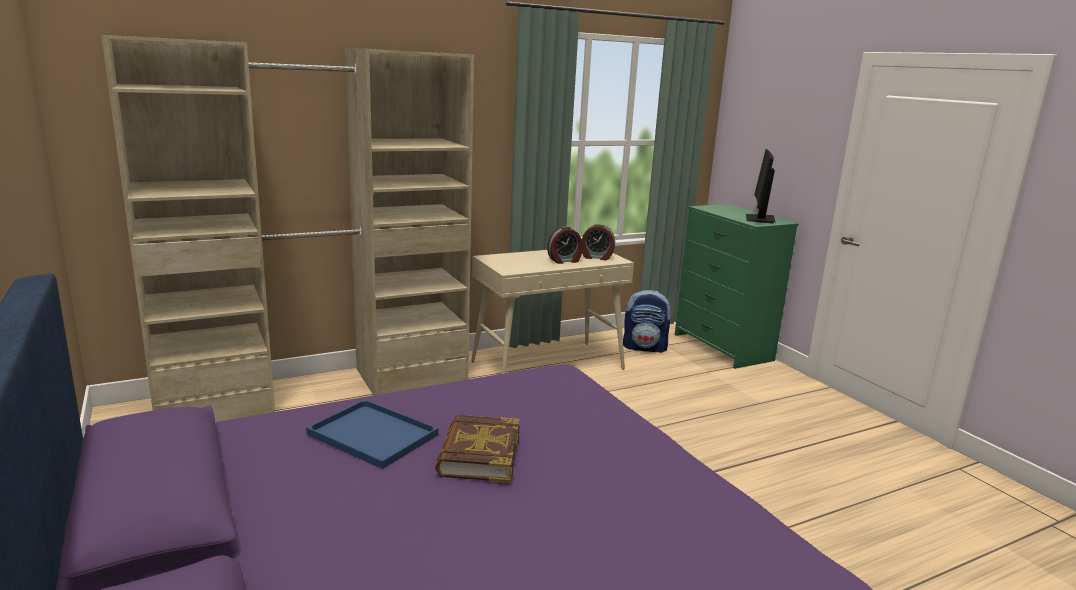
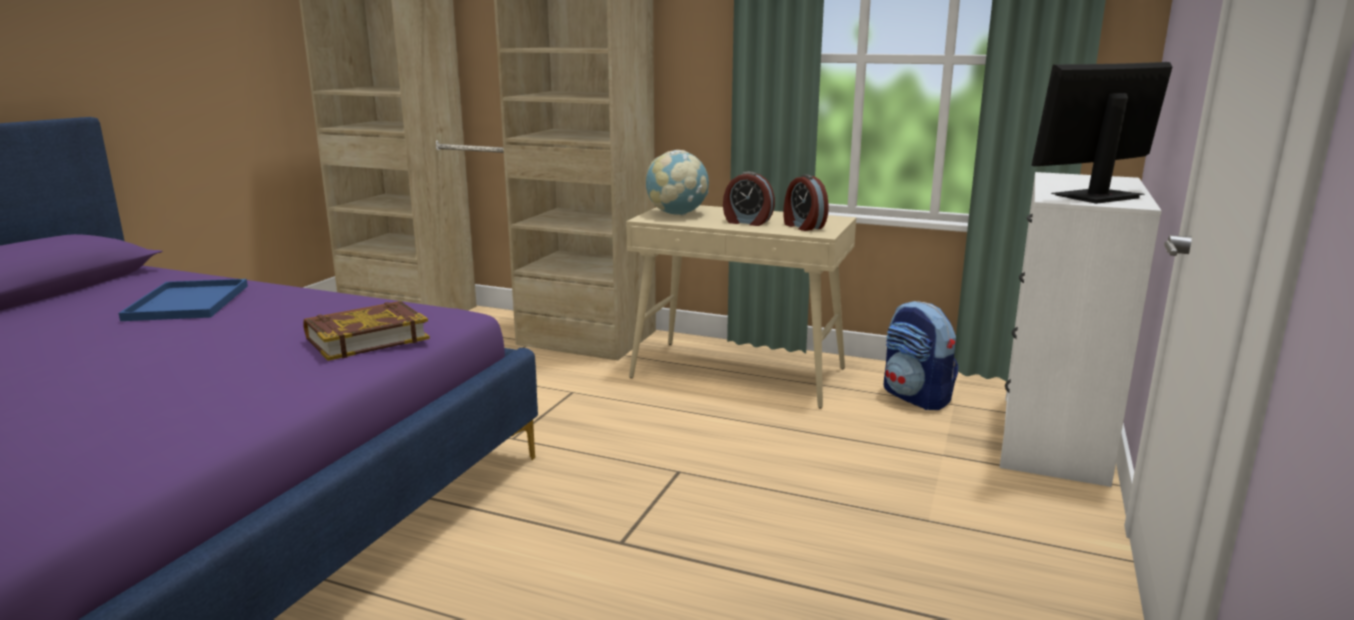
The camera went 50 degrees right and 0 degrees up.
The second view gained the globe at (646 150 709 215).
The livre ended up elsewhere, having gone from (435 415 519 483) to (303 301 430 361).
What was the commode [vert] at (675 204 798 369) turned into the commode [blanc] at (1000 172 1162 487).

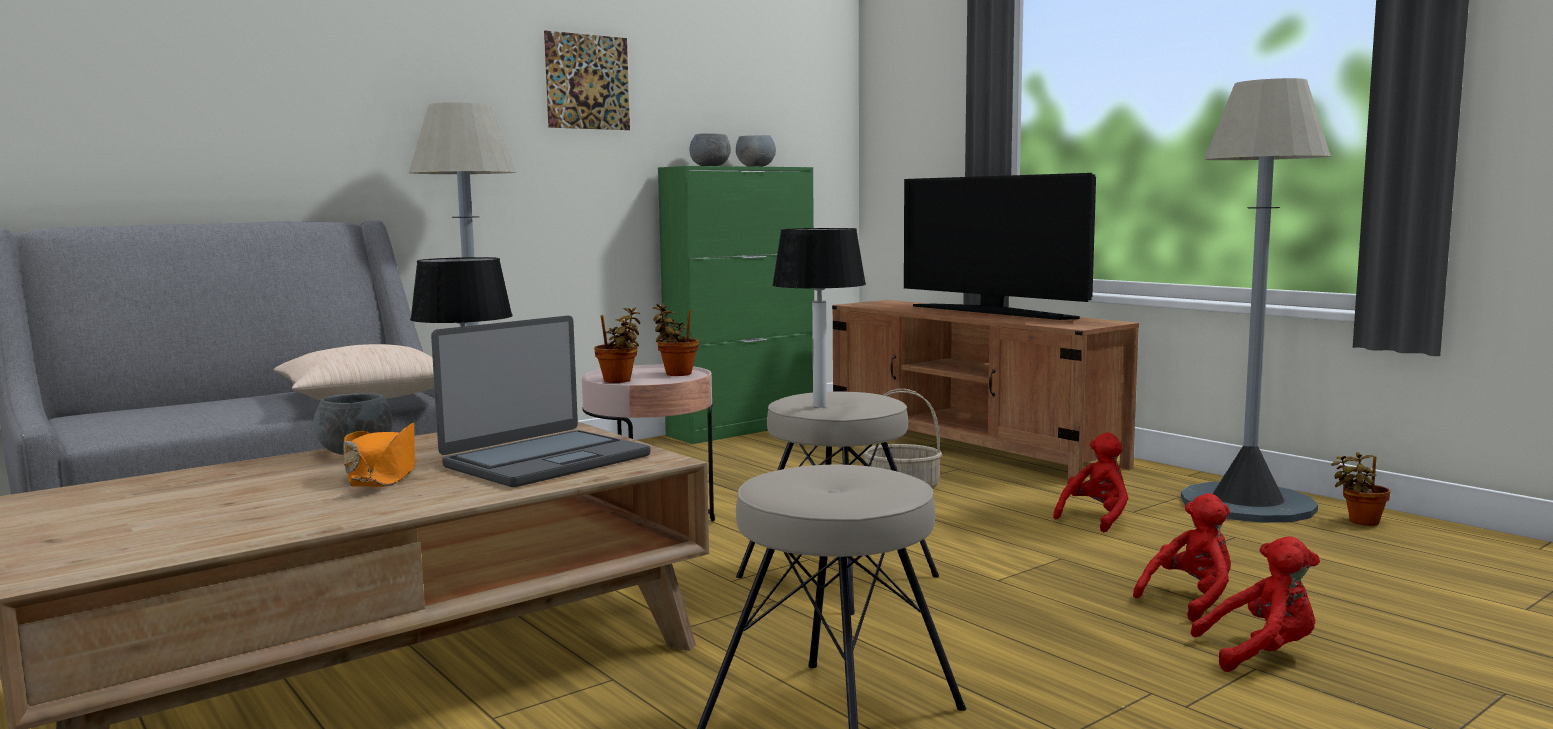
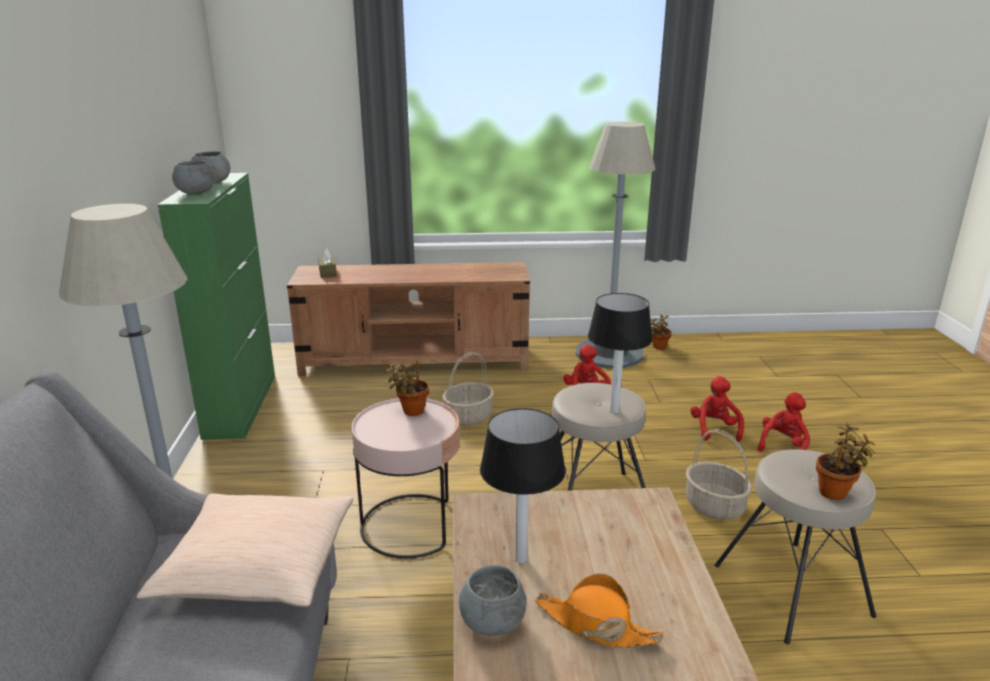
The camera went 55 degrees left and 15 degrees up.
The second view lost the ordinateur portable at (431 316 651 487).
The second view lost the tableau at (544 31 630 130).
The second view lost the téléviseur at (904 173 1096 320).
The second view gained the boîte à mouchoirs [marron] at (318 249 337 278).
The second view gained the panier at (686 429 752 520).
The plante en pot ended up elsewhere, having gone from (594 307 641 383) to (816 423 875 500).

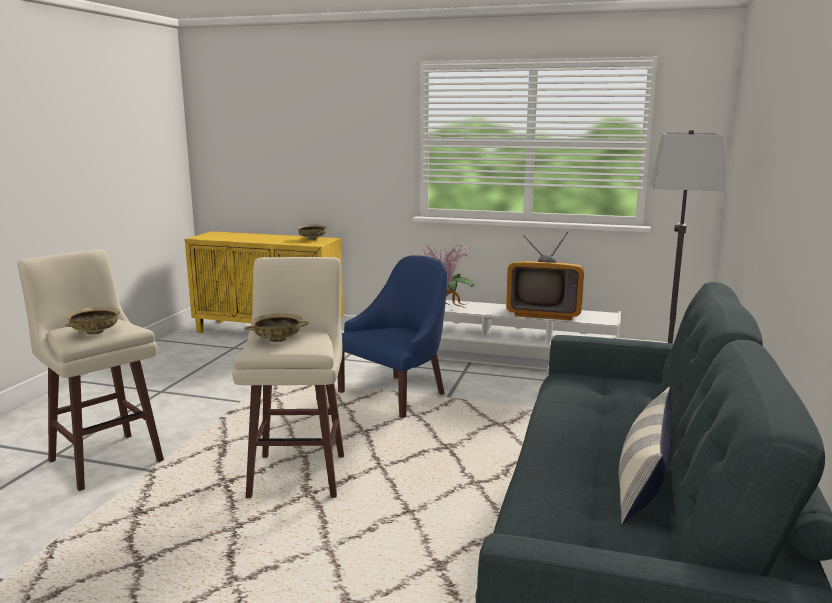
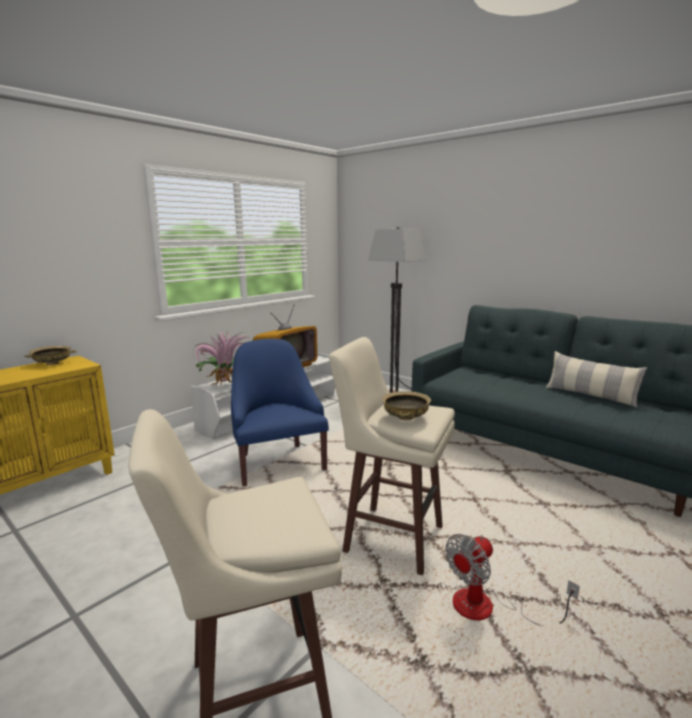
The camera went 65 degrees left and 0 degrees up.
The second view lost the bol [beige] at (66 307 120 335).
The second view gained the ventilateur at (445 534 580 626).

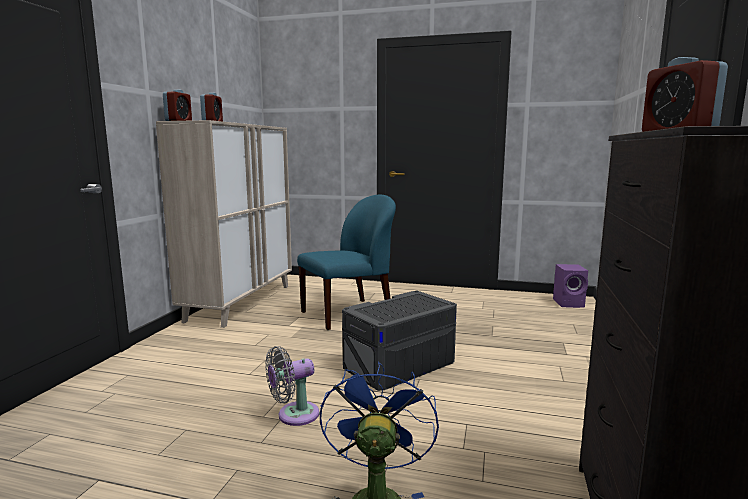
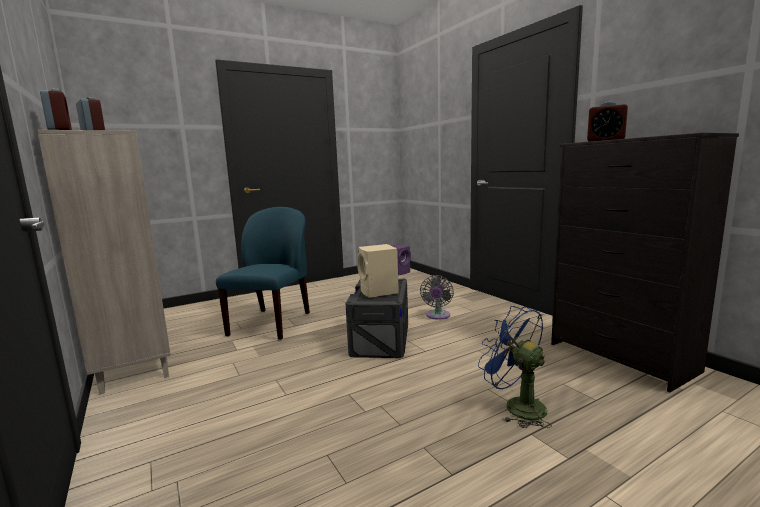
The camera went 45 degrees left and 0 degrees up.
The second view gained the enceinte [beige] at (357 244 399 298).
The ventilateur [gris] ended up elsewhere, having gone from (265 346 319 426) to (420 275 454 320).

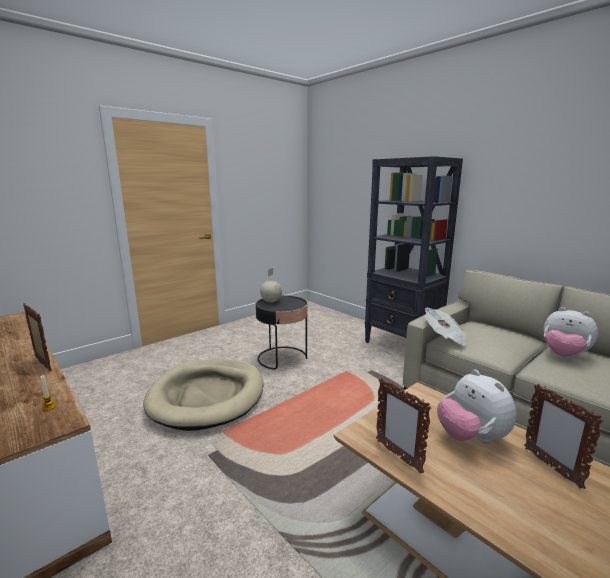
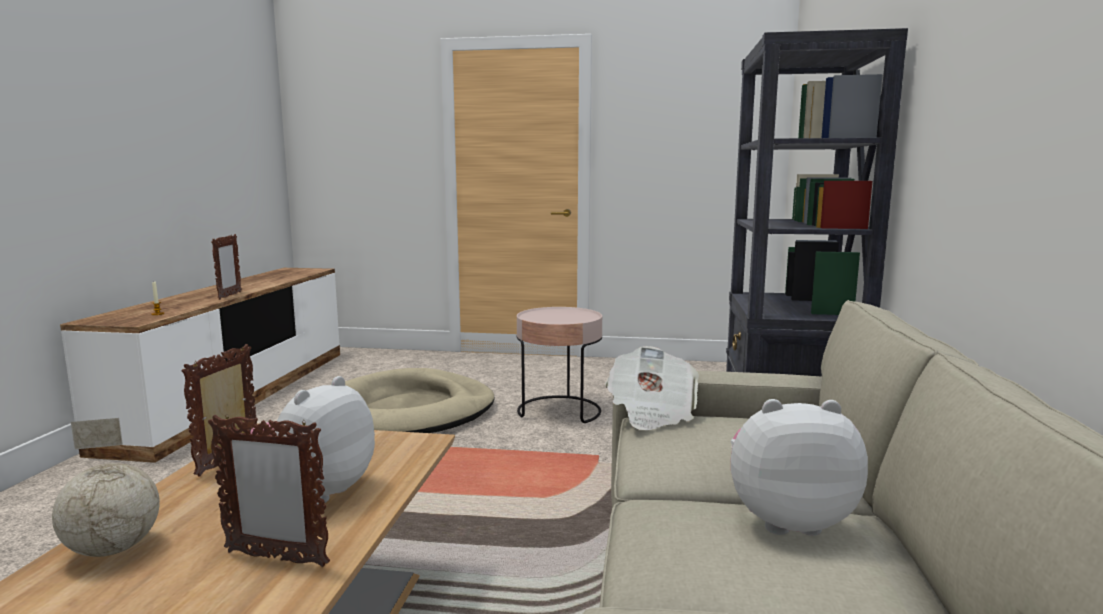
The camera went 50 degrees right and 5 degrees down.
The globe ended up elsewhere, having gone from (260 268 282 302) to (52 418 160 557).
What was the table d'appoint [noir] at (256 295 308 370) turned into the table d'appoint [rose] at (516 307 602 423).
The cadre photo at (524 384 604 489) ended up facing another way, 105 degrees counterclockwise from before.
The peluche at (543 307 598 357) ended up facing another way, 90 degrees clockwise from before.

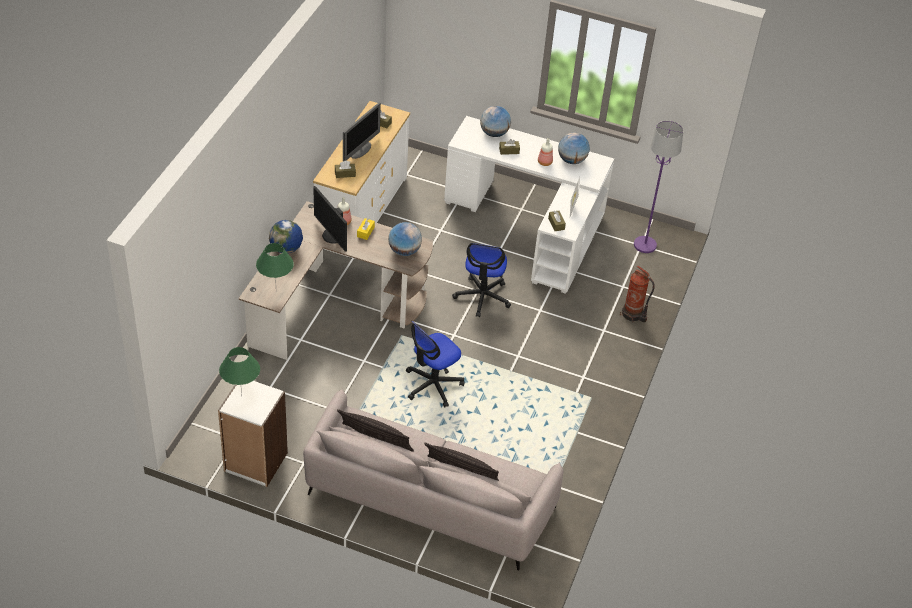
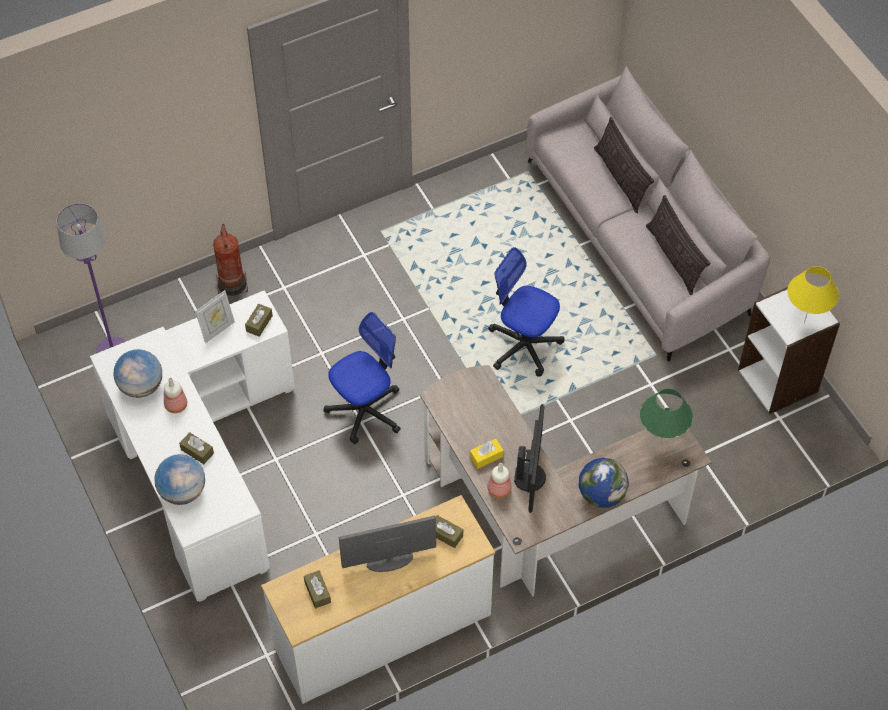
The camera went 135 degrees left and 10 degrees up.
The second view lost the globe at (388 222 422 256).
What was the lampe de table [vert] at (219 347 260 395) turned into the lampe de table [jaune] at (787 266 839 323).
The chaise de bureau at (406 321 465 407) ended up facing another way, 150 degrees counterclockwise from before.

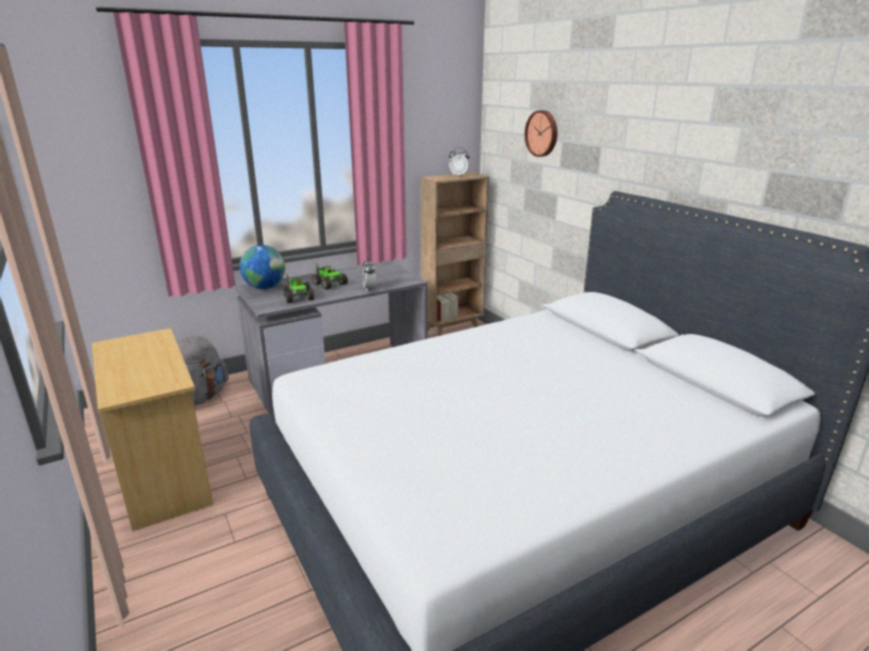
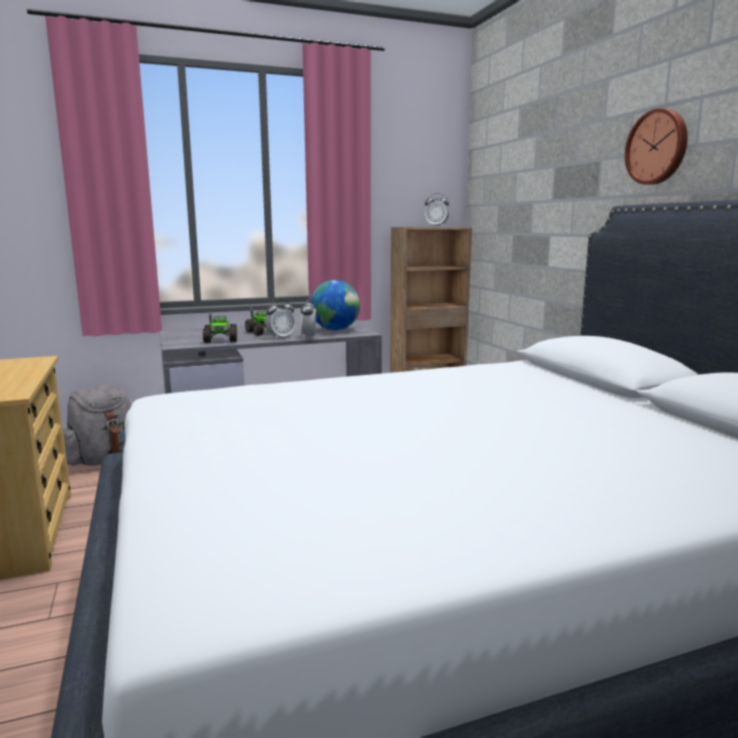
The camera went 10 degrees right and 10 degrees down.
The second view gained the réveil at (265 299 296 339).
The globe ended up elsewhere, having gone from (240 245 285 289) to (310 280 360 330).
The horloge murale ended up elsewhere, having gone from (525 110 557 157) to (625 108 688 185).

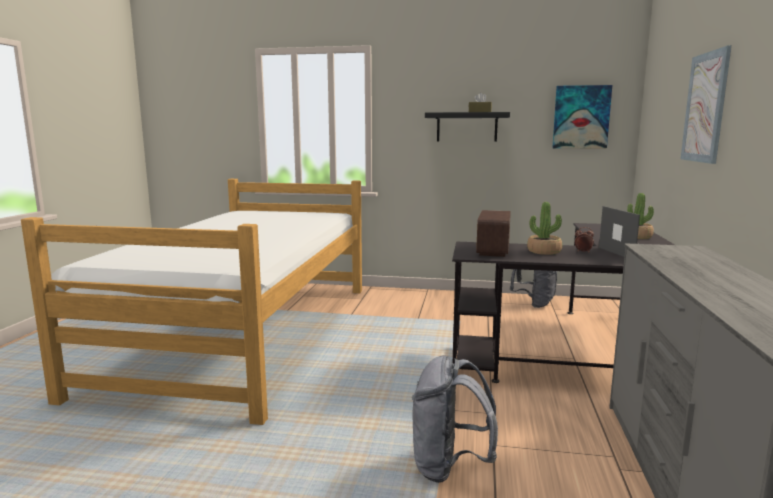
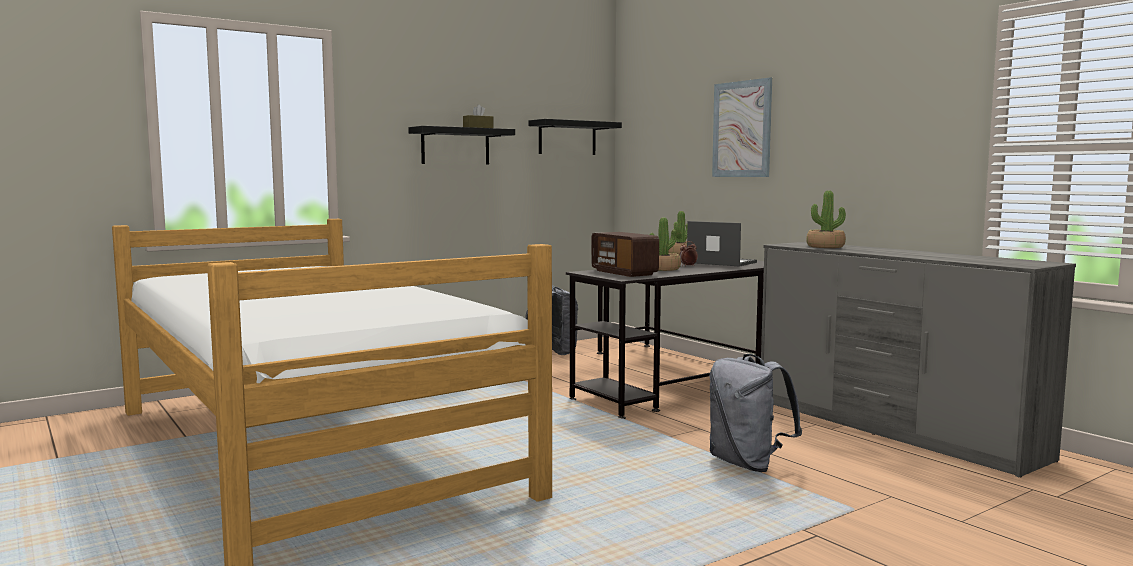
The camera went 45 degrees left and 5 degrees down.
The second view gained the plante en pot at (806 191 846 248).
Where the tableau hung at (552 85 612 149), the étagère [noir] came to hang at (528 119 622 155).

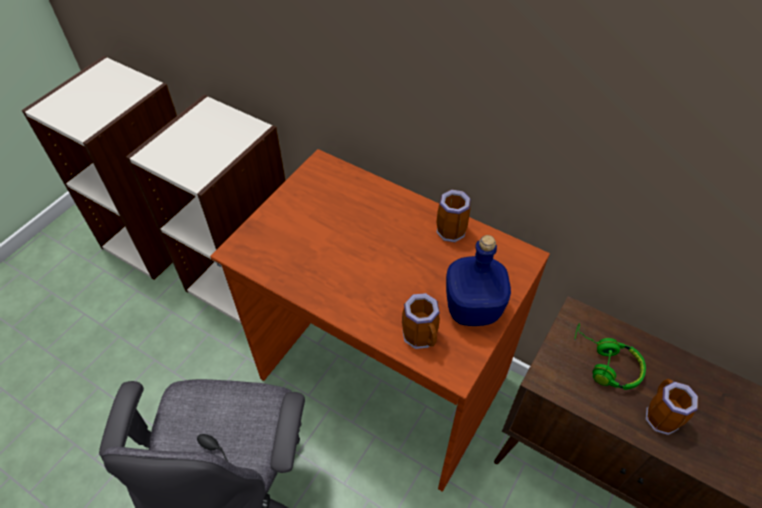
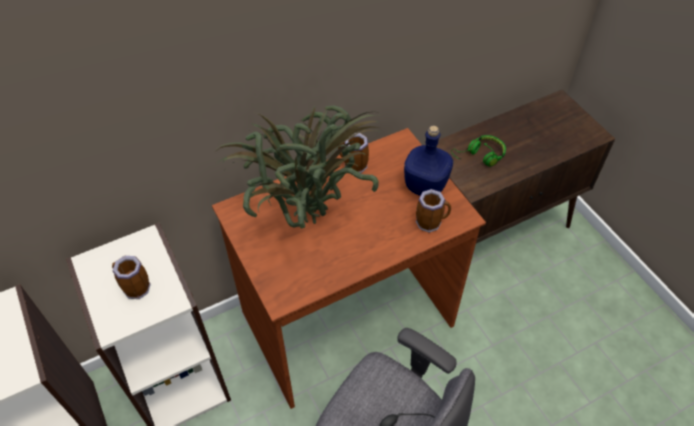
The camera went 60 degrees left and 0 degrees up.
The second view gained the plante en pot at (213 104 380 229).
The mug ended up elsewhere, having gone from (646 379 698 435) to (112 256 151 299).

